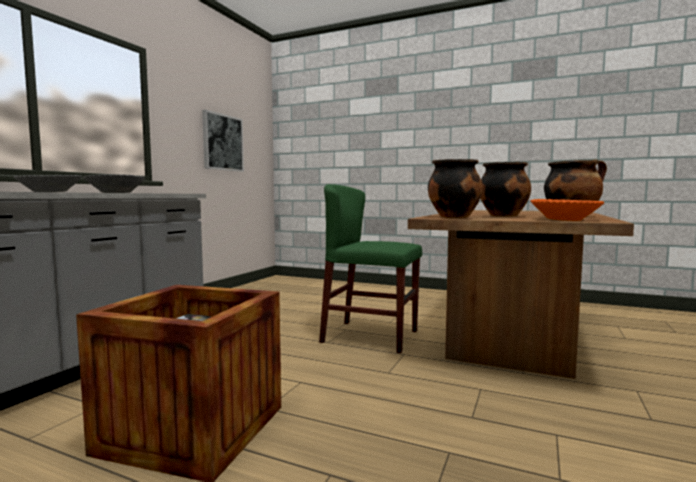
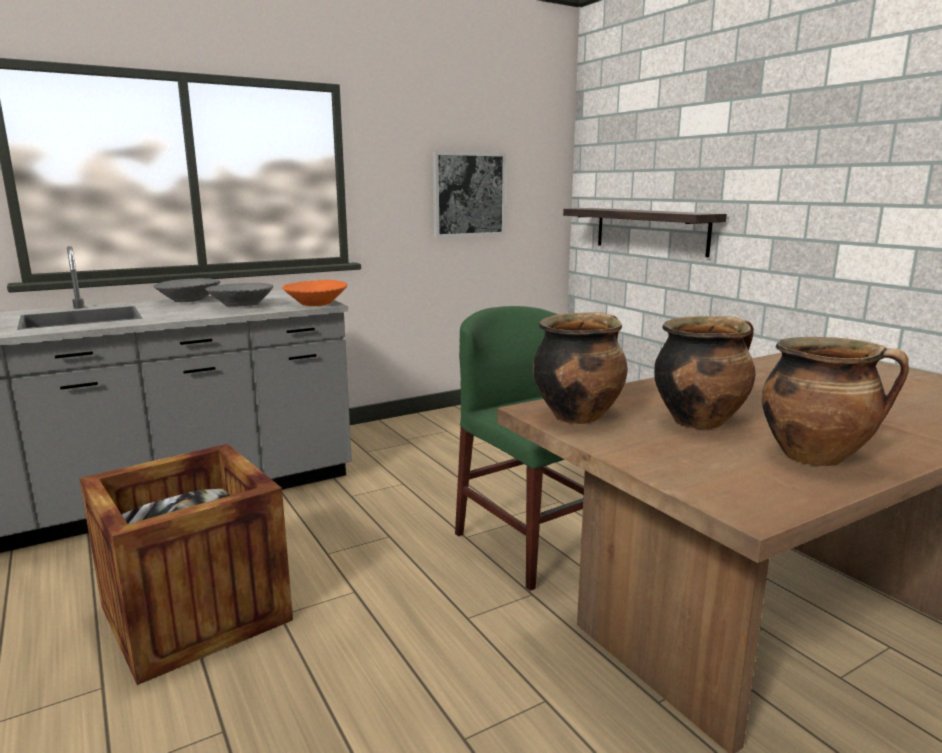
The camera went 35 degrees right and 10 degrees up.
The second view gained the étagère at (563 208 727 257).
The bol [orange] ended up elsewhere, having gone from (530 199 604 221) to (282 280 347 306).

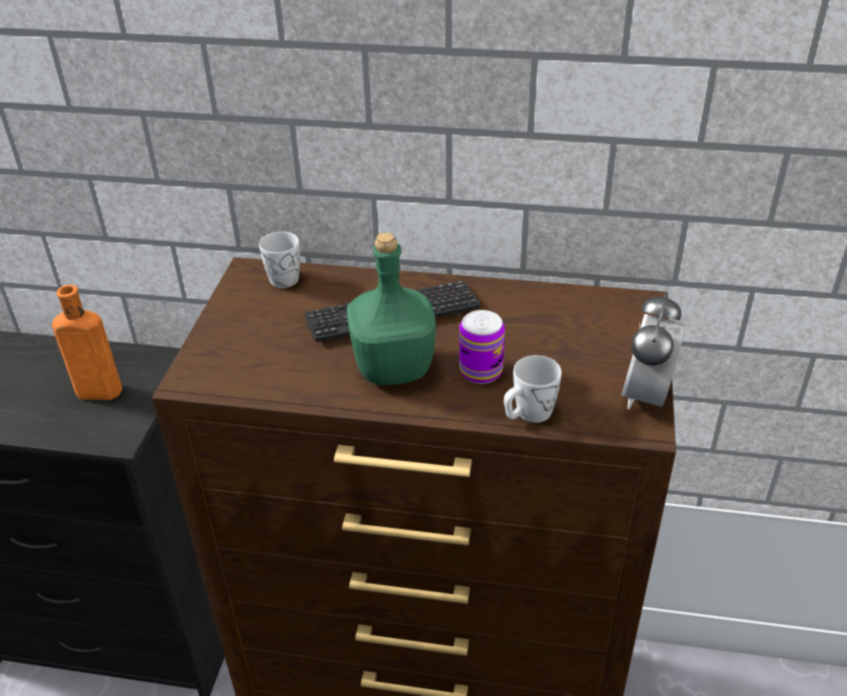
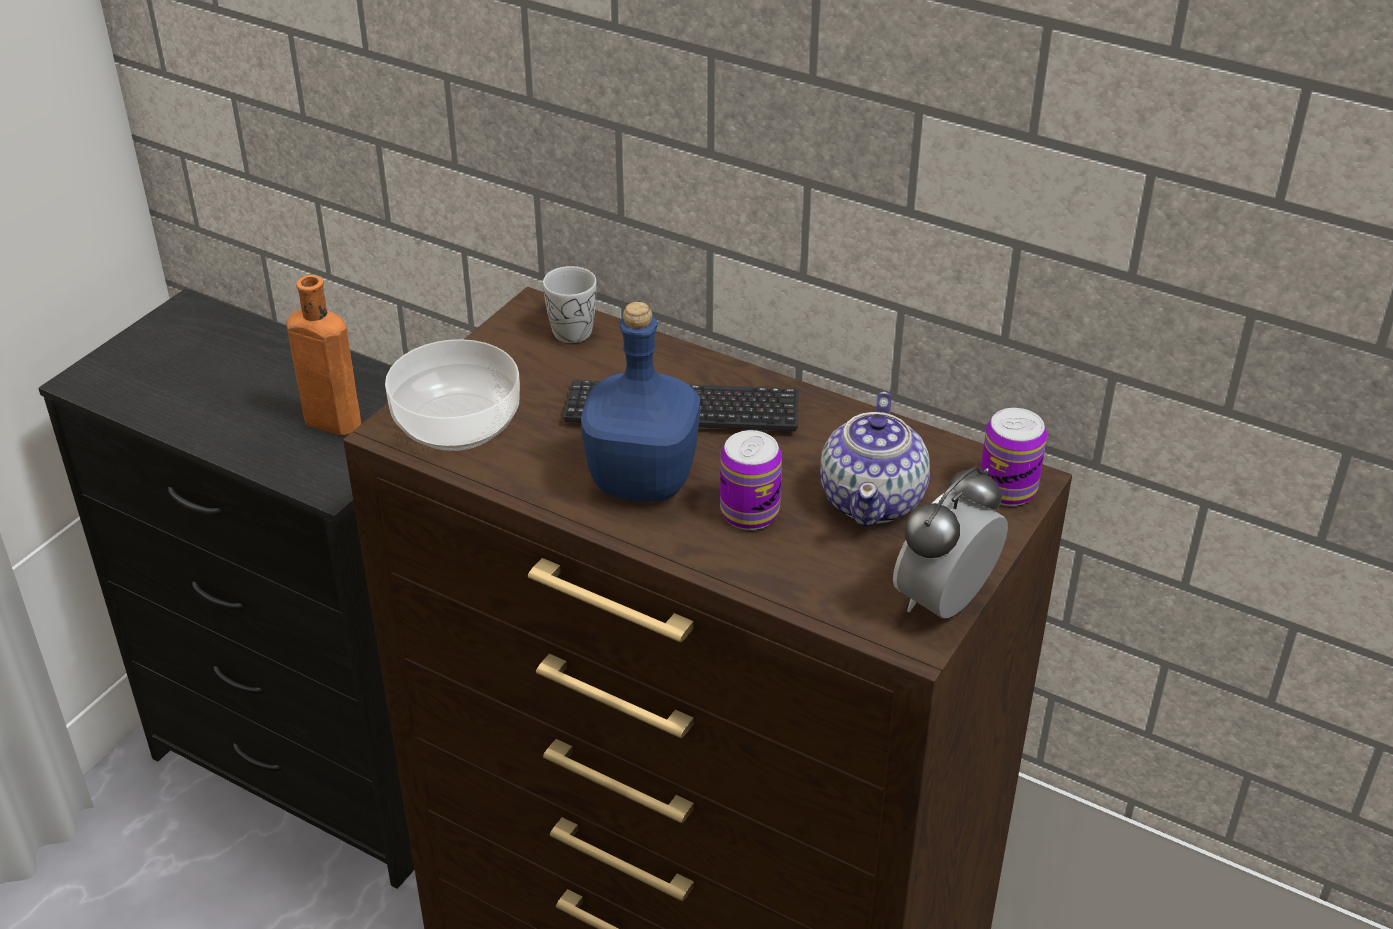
The camera went 20 degrees right and 0 degrees up.
The second view lost the mug [blanc] at (504 355 562 423).
The second view gained the bol at (385 339 520 451).
The second view gained the théière at (820 392 930 527).
The second view gained the boîte métallique at (980 408 1047 506).
What was the bouteille [vert] at (347 233 436 385) turned into the bouteille [bleu] at (581 302 700 502).

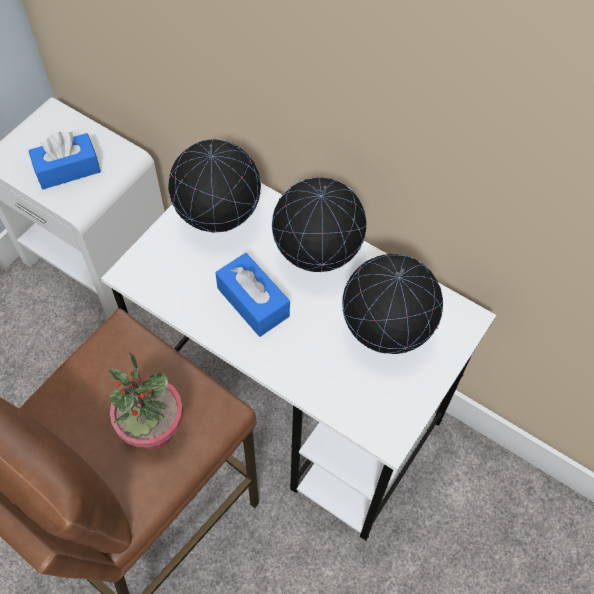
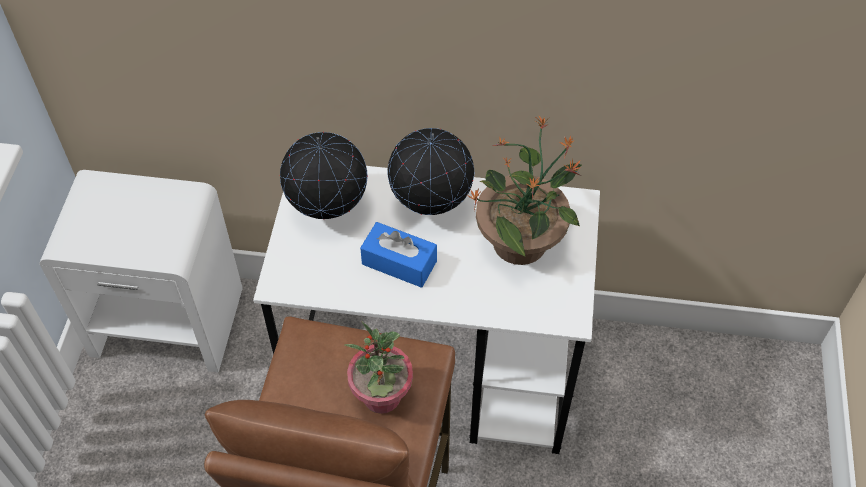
The camera went 25 degrees left and 5 degrees down.
The second view lost the boîte à mouchoirs [bleu] at (28 131 101 189).
Where the globe stood at (342 254 443 354), the plante en pot came to stand at (466 115 582 265).

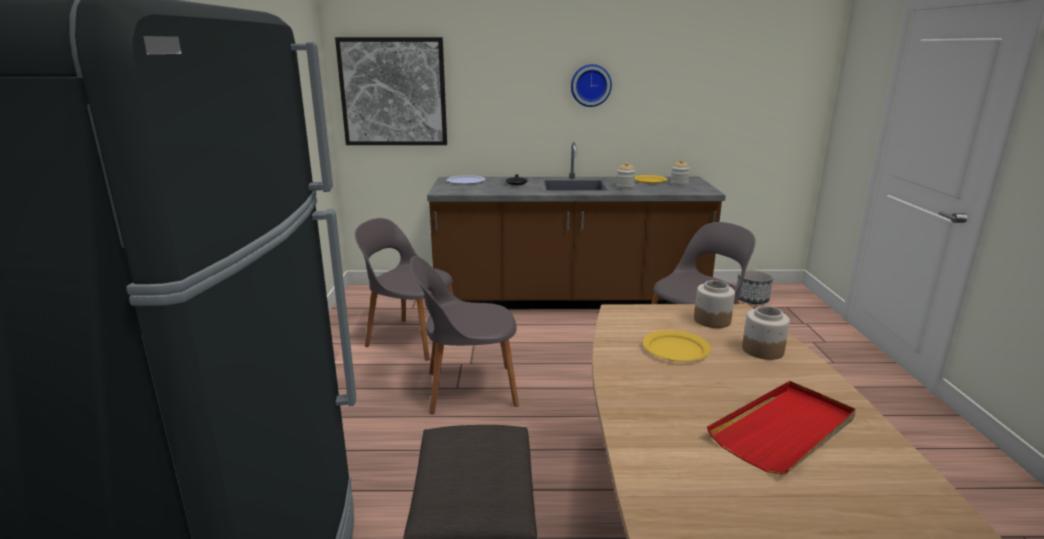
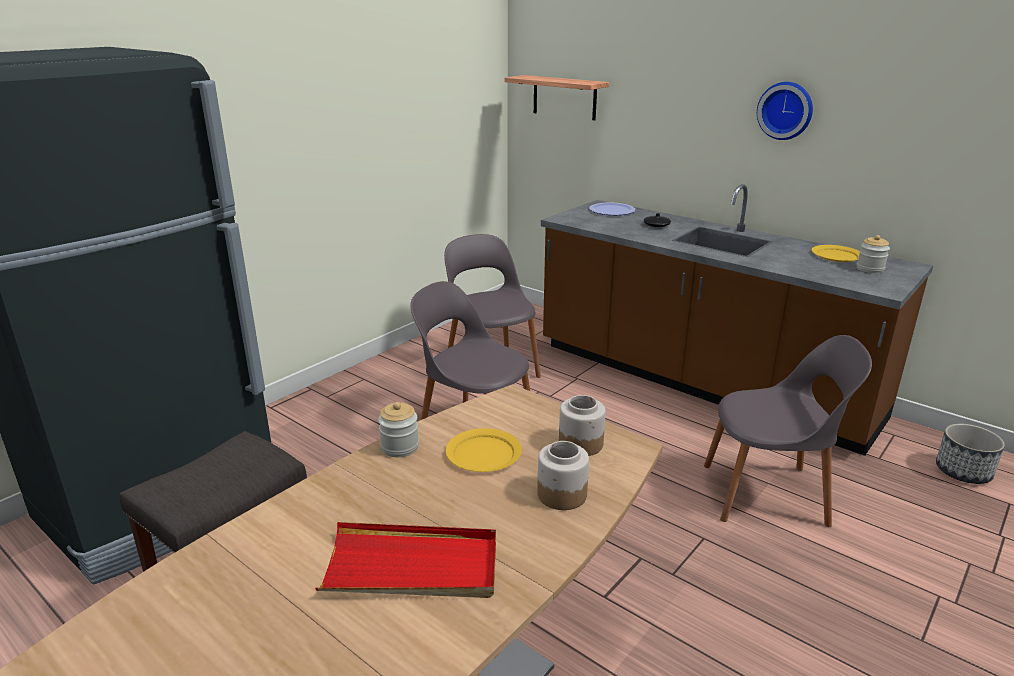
The camera went 40 degrees right and 5 degrees up.
The bocal ended up elsewhere, having gone from (616 162 635 189) to (378 402 419 457).
Where the tableau hung at (335 37 447 145), the étagère came to hang at (505 75 609 120).

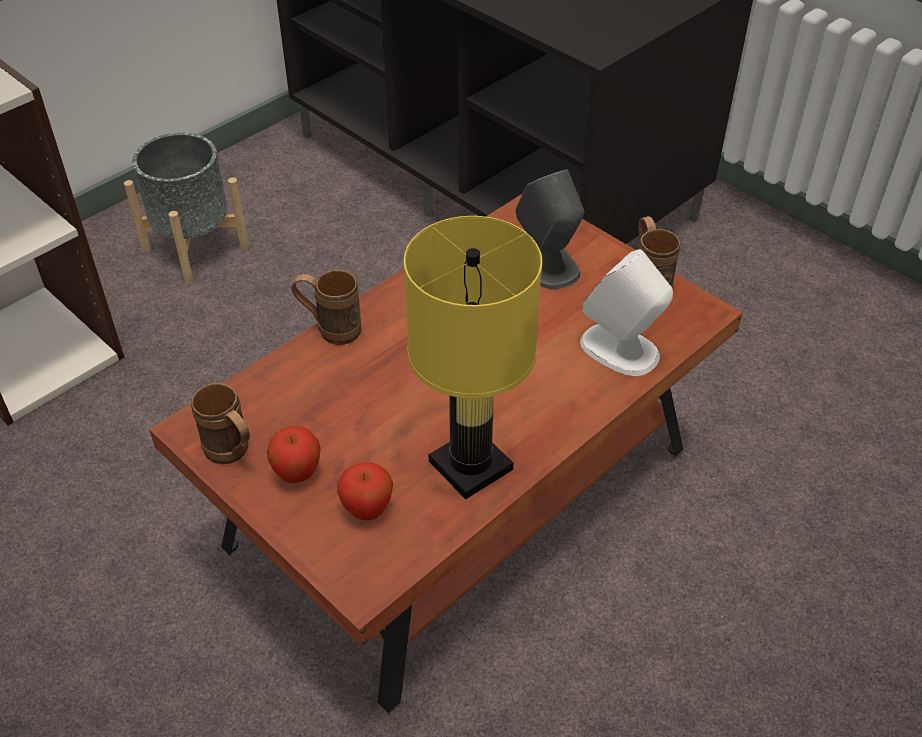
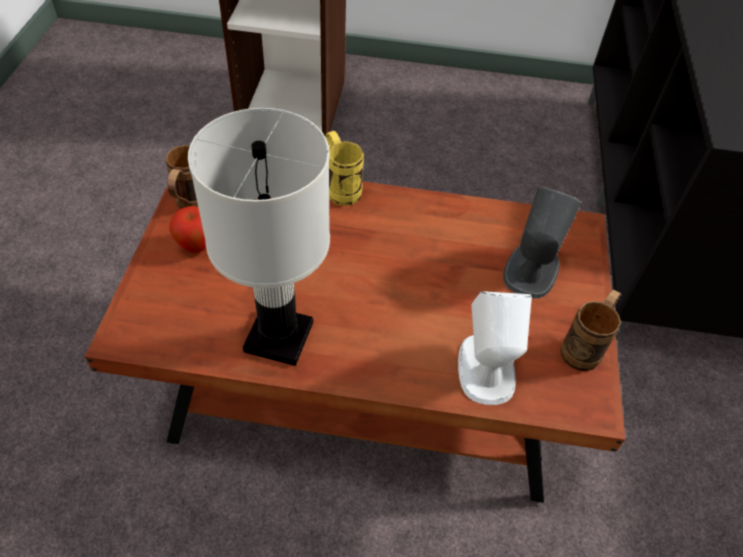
The camera went 50 degrees right and 5 degrees up.
The second view lost the cache-pot [gris] at (124 133 249 284).
The second view lost the pomme at (337 462 393 520).
What was the mug [marron] at (291 270 361 345) turned into the mug [jaune] at (325 131 364 206).
What was the lampe de table [jaune] at (403 216 542 499) turned into the lampe de table [blanc] at (188 108 330 366).

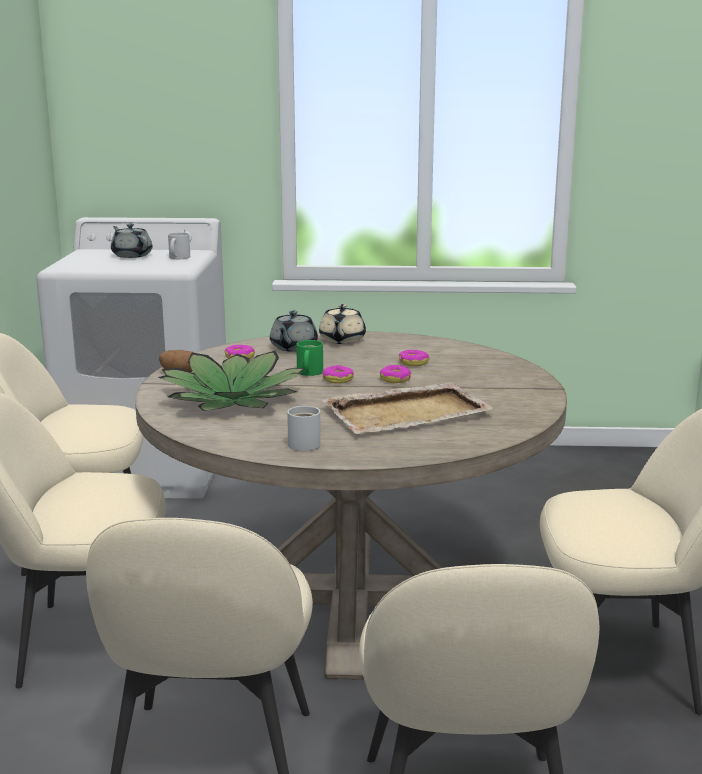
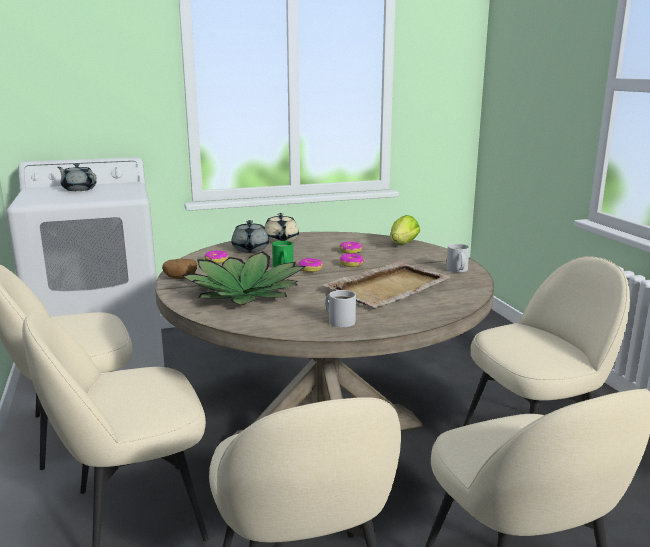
The camera went 20 degrees left and 0 degrees up.
The second view gained the laitue at (390 215 420 244).
The mug [blanc] ended up elsewhere, having gone from (168 232 190 259) to (446 244 469 272).

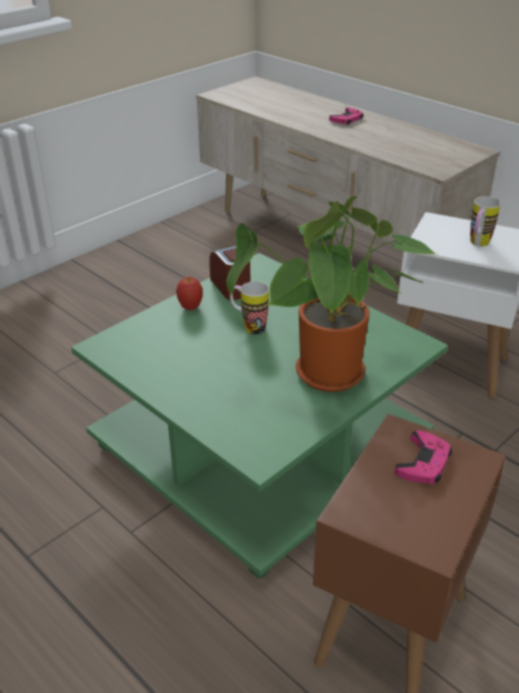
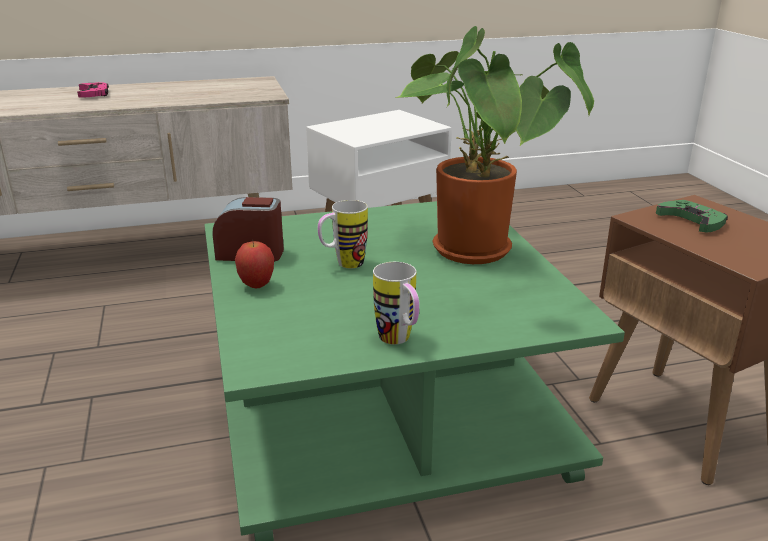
The camera went 60 degrees left and 10 degrees down.
The mug ended up elsewhere, having gone from (470 196 501 246) to (373 262 420 344).
What was the manette [rose] at (395 430 452 484) turned into the manette [vert] at (656 200 728 233).

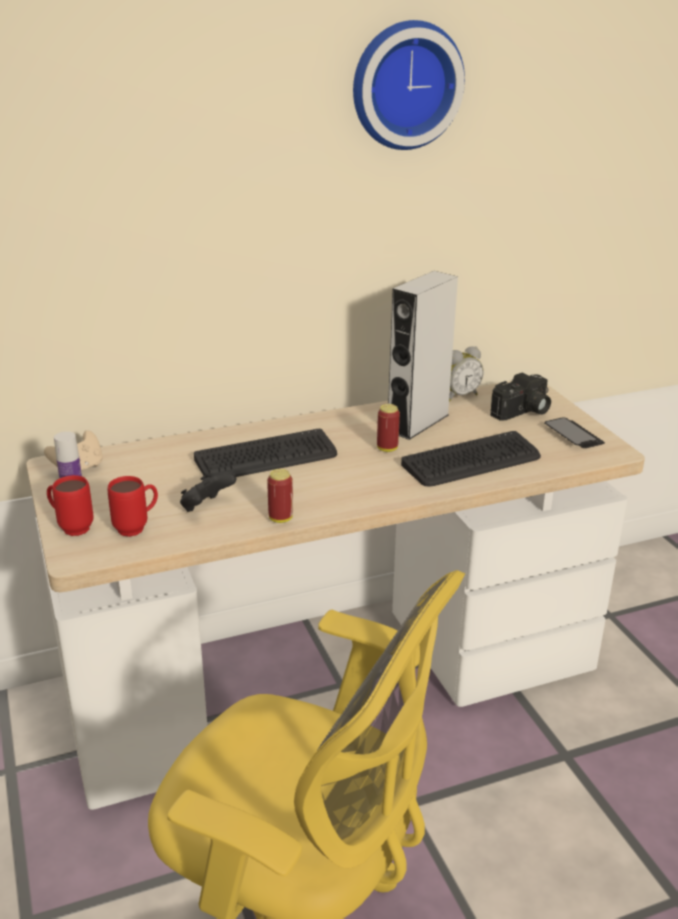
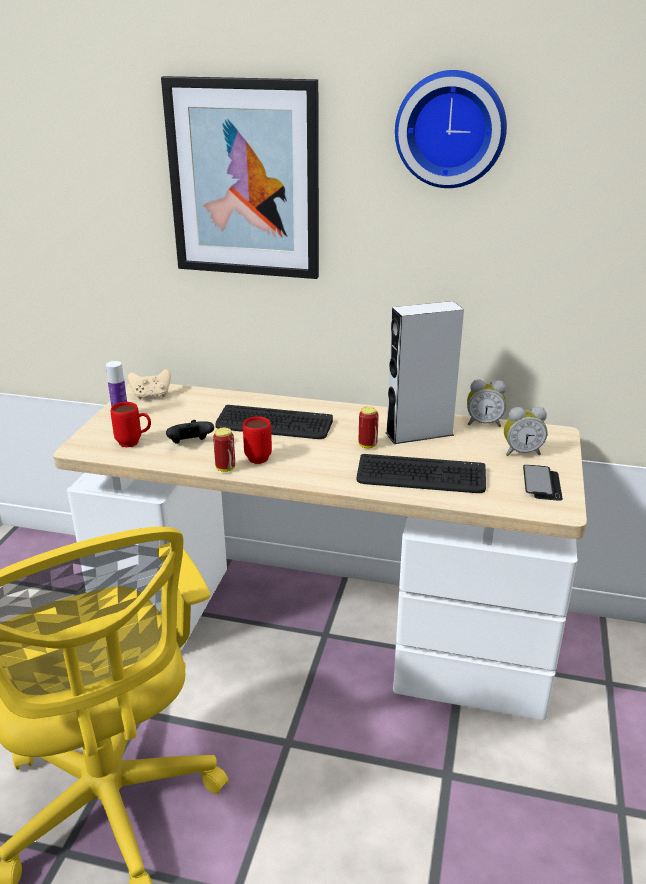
The camera went 35 degrees right and 0 degrees up.
The second view gained the tableau at (161 76 319 279).
The mug [rouge] ended up elsewhere, having gone from (47 475 93 536) to (243 417 272 464).
Where the appareil photo stood at (490 373 551 421), the réveil came to stand at (504 407 548 456).

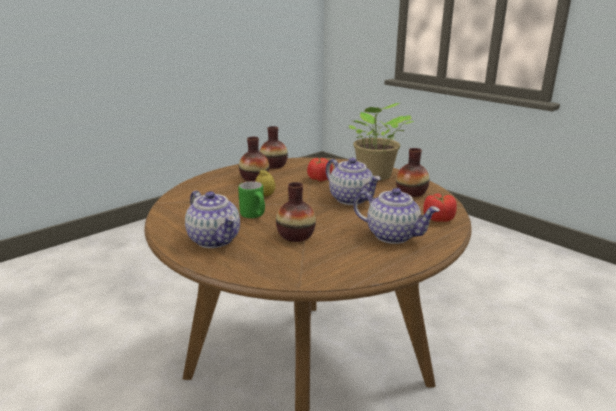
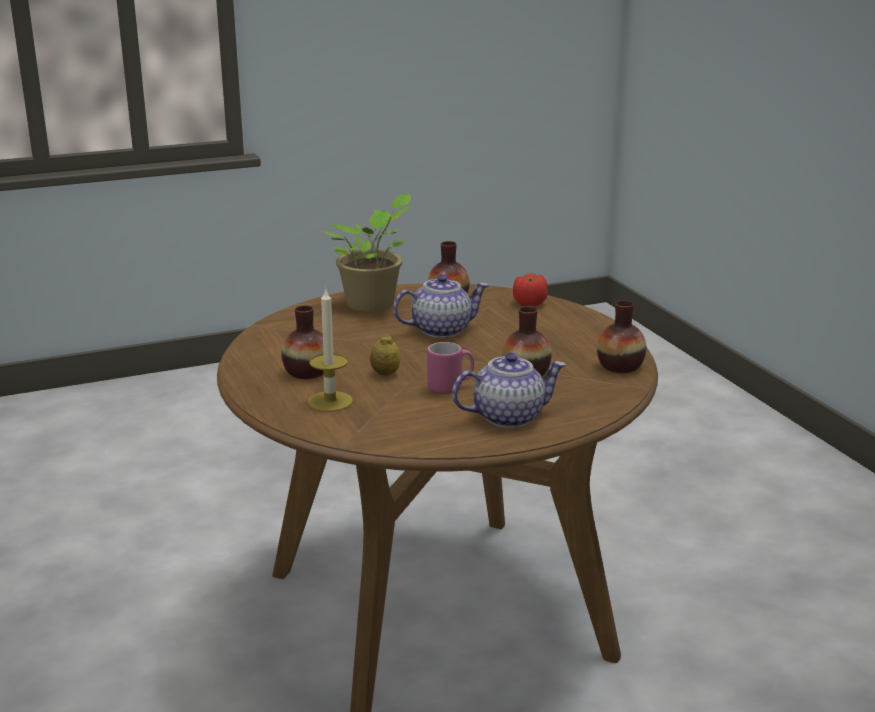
The camera went 70 degrees left and 0 degrees up.
The second view lost the tomate at (307 158 333 182).
The second view lost the théière at (354 188 440 244).
The second view gained the bougie at (308 287 353 412).
The vase ended up elsewhere, having gone from (260 126 288 169) to (597 300 646 373).
What was the mug [vert] at (238 181 265 218) turned into the mug [rose] at (427 342 474 394).

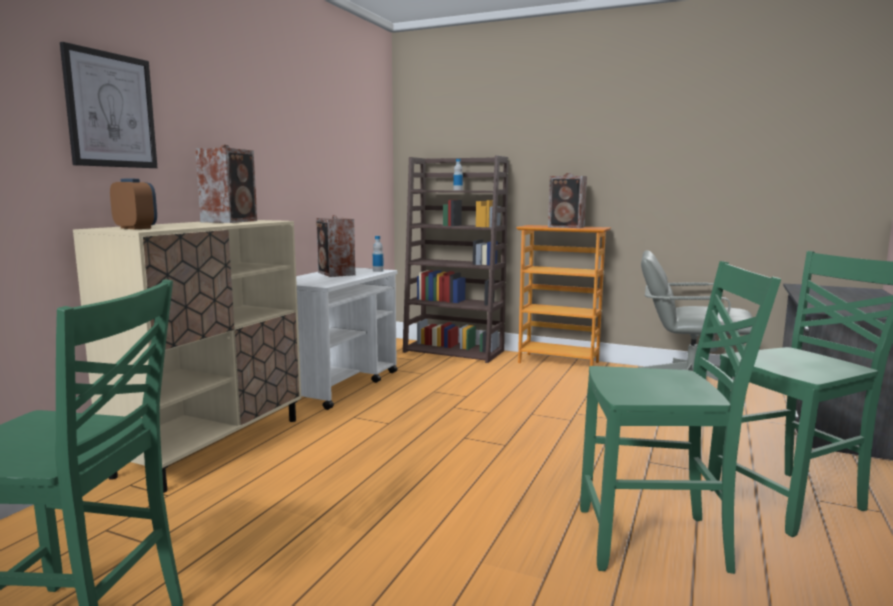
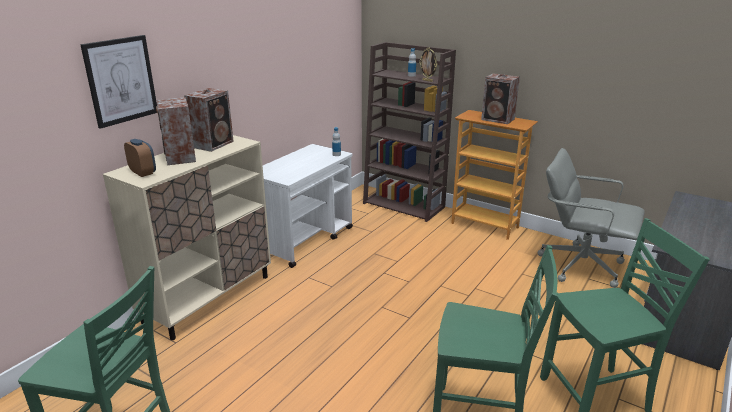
The camera went 10 degrees right and 15 degrees up.
The second view gained the cadre photo at (419 48 437 82).
The enceinte ended up elsewhere, having gone from (316 215 355 277) to (156 97 196 165).

